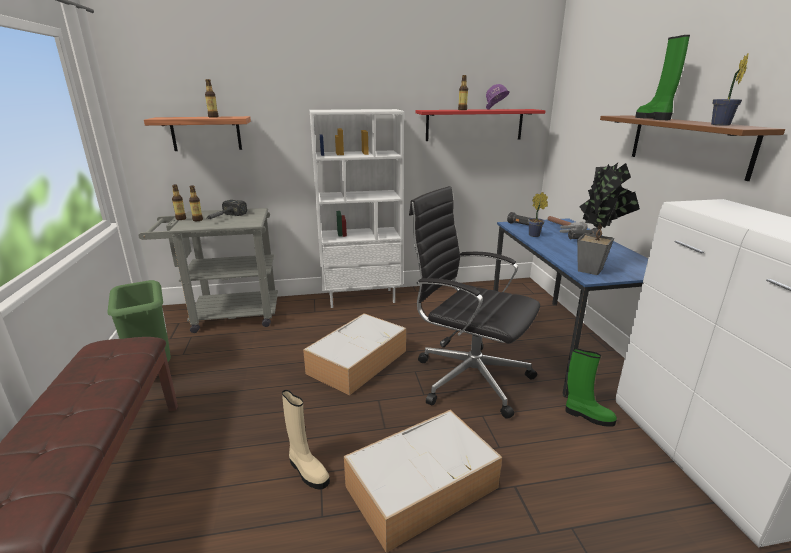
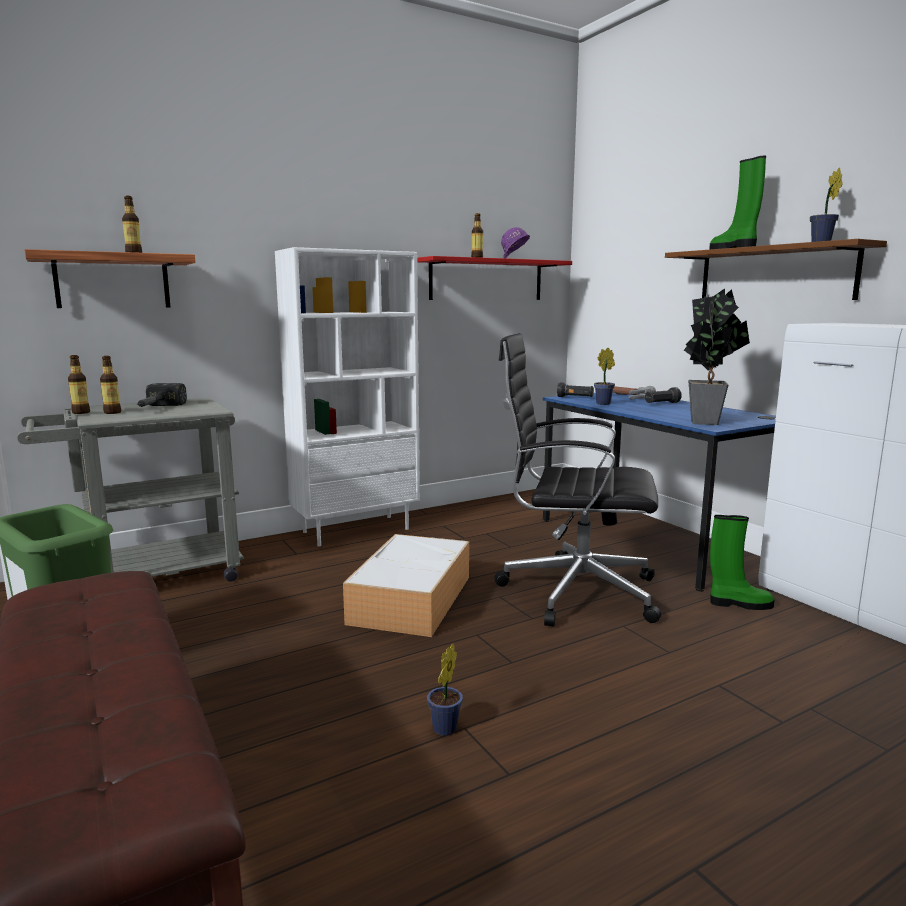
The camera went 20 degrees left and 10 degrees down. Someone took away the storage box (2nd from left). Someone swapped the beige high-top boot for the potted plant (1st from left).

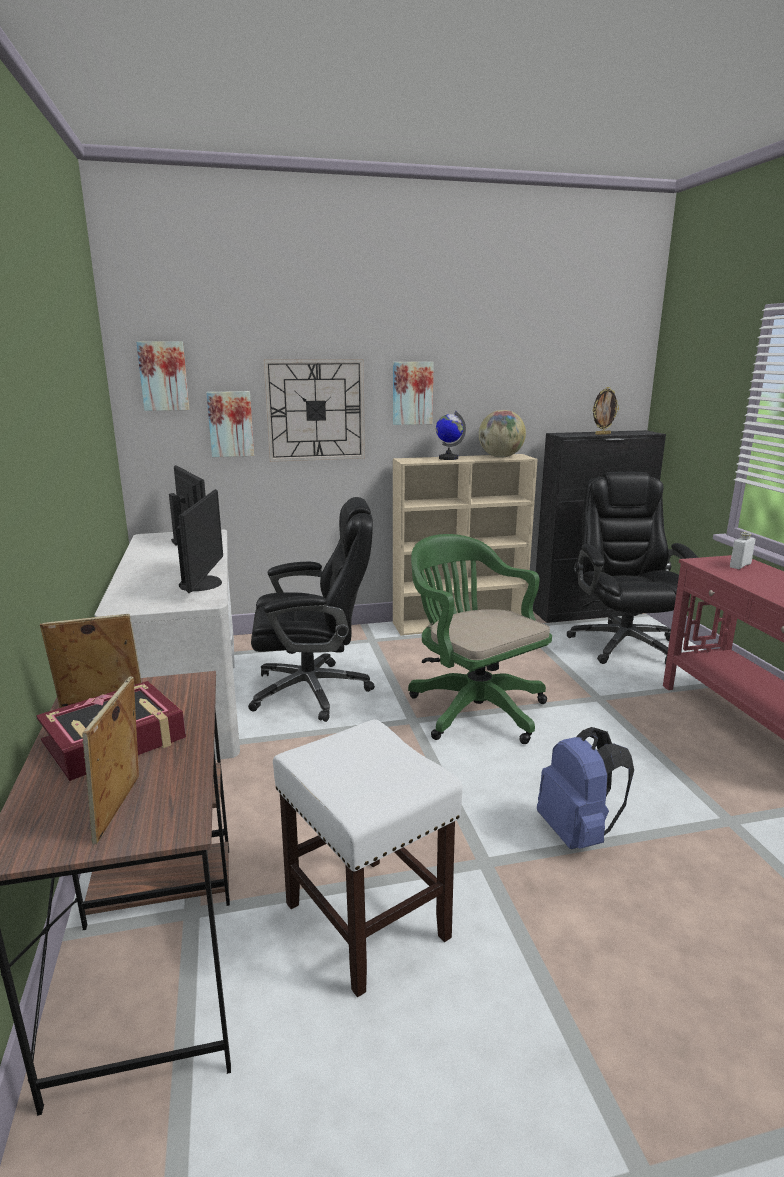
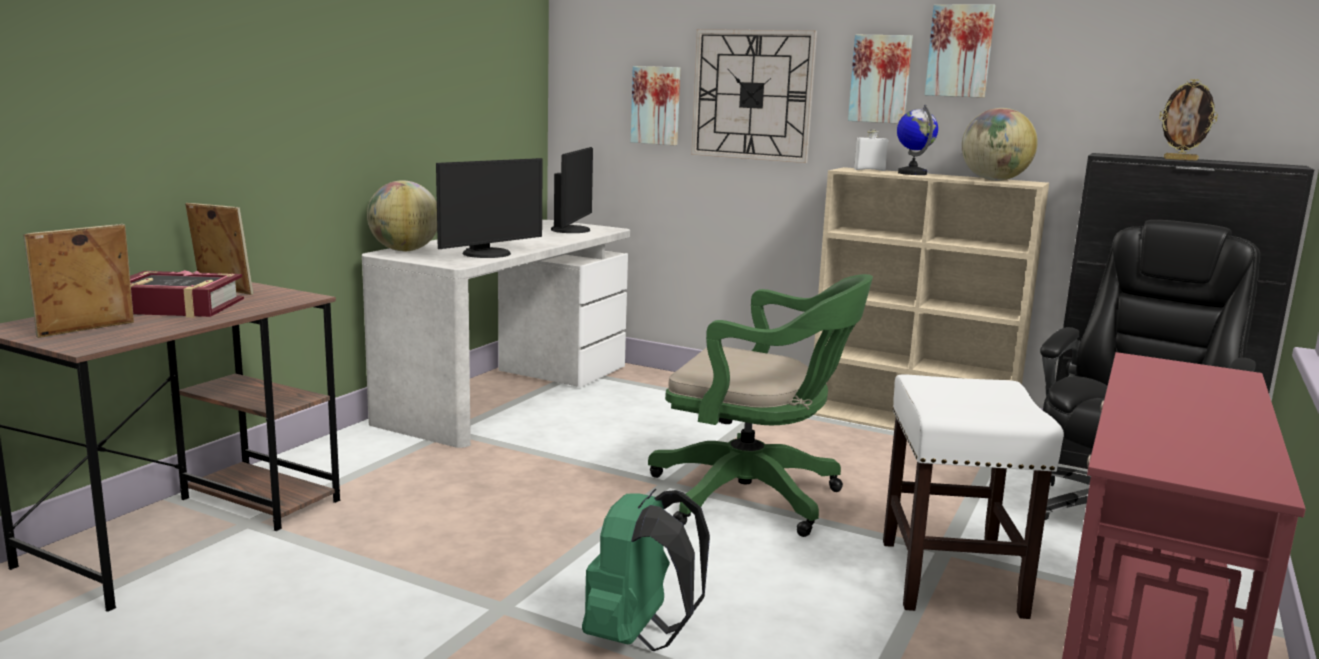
The camera went 40 degrees right and 5 degrees down. Someone took away the black desk chair (1st from left). Someone put down the world globe (1st from left). Someone carried the wall picture (1st from left in the first image). Someone carried the whitish sitting stool. Someone carried the whitish bottle. Someone repainted the blue-coloured knapsack, which became the greenish knapsack. Someone rotated the greenish desk chair by 105 degrees clockwise.

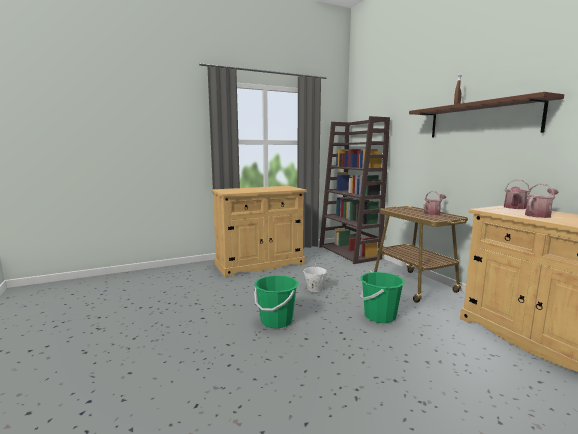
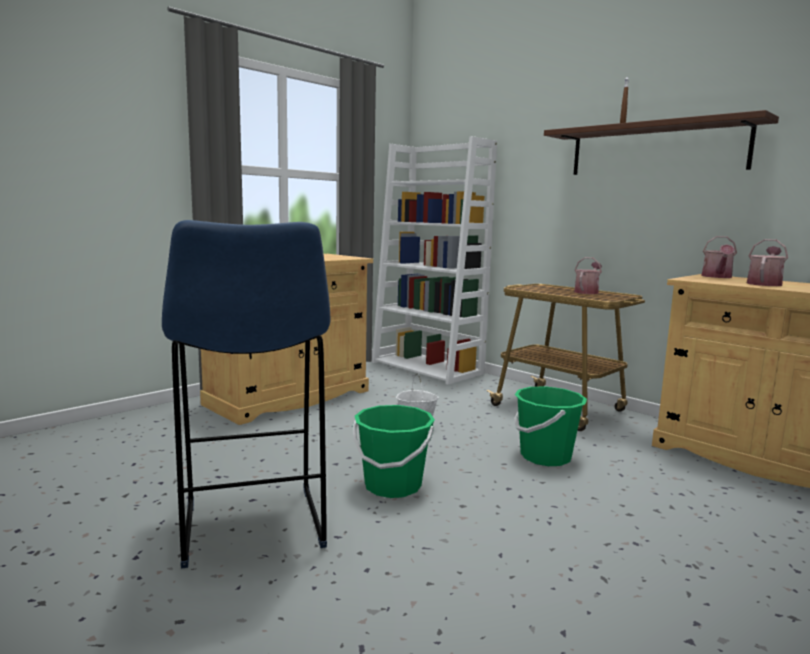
The camera went 20 degrees left and 0 degrees up. Someone put down the blue-coloured sitting stool. Someone repainted the brown-coloured bookcase, which became the whitish bookcase.

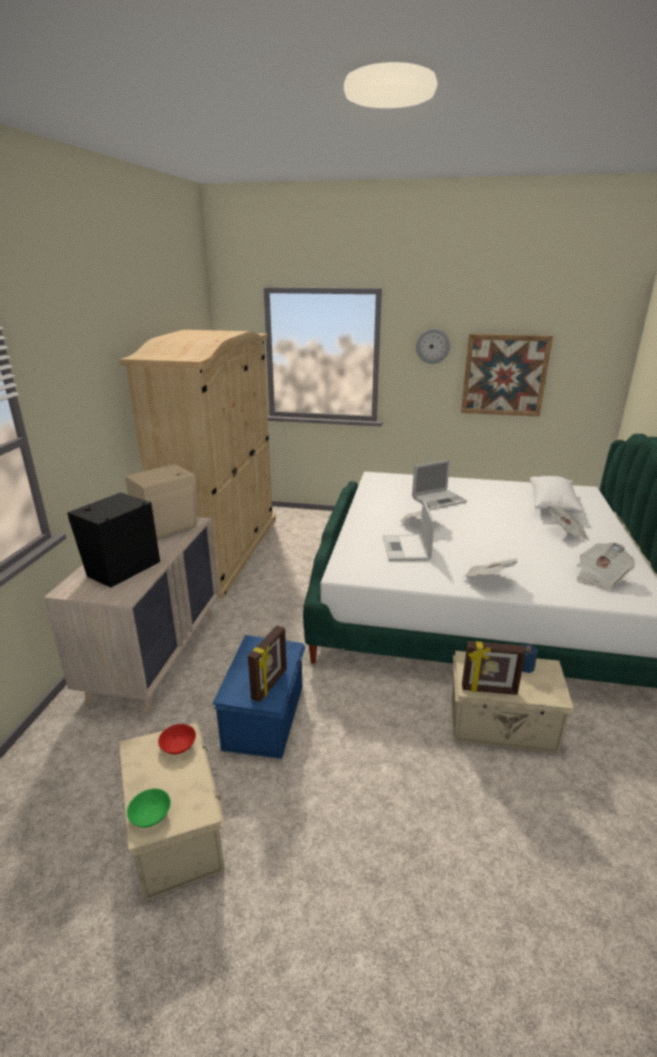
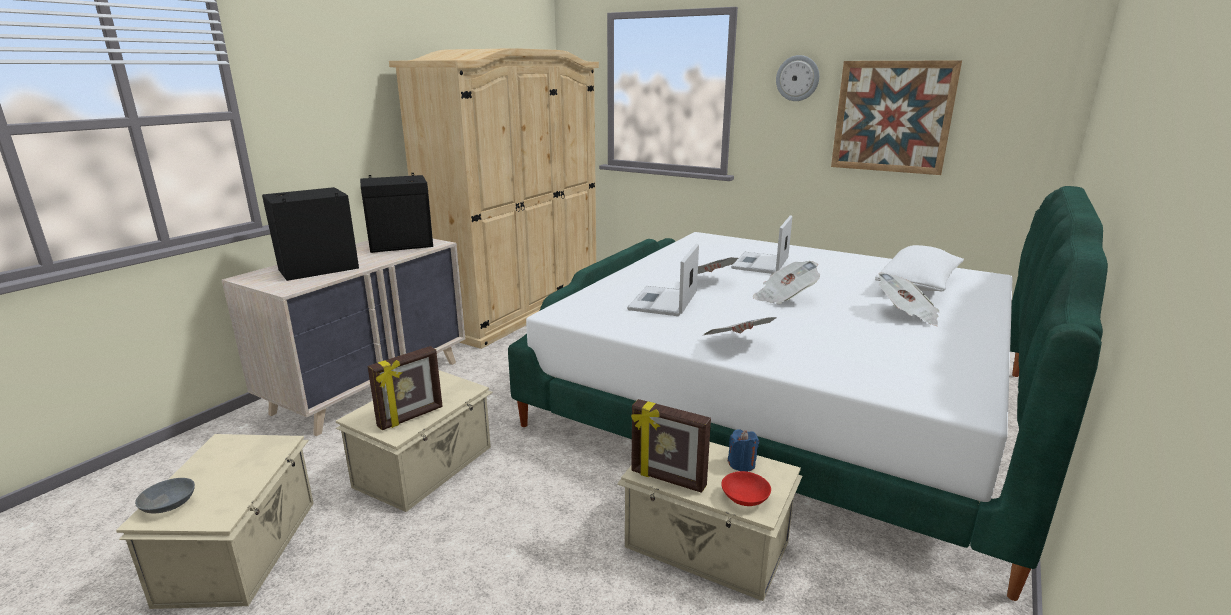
The camera went 20 degrees right and 5 degrees down. Someone carried the red serving bowl. Someone carried the newspaper (4th from left in the first image). Someone repainted the beige loudspeaker, which became the black loudspeaker (2nd from left). Someone repainted the greenish serving bowl, which became the grey serving bowl. Someone repainted the blue-coloured storage box, which became the beige storage box (2nd from left). Someone rotated the notebook computer (2nd from left) by 120 degrees clockwise.

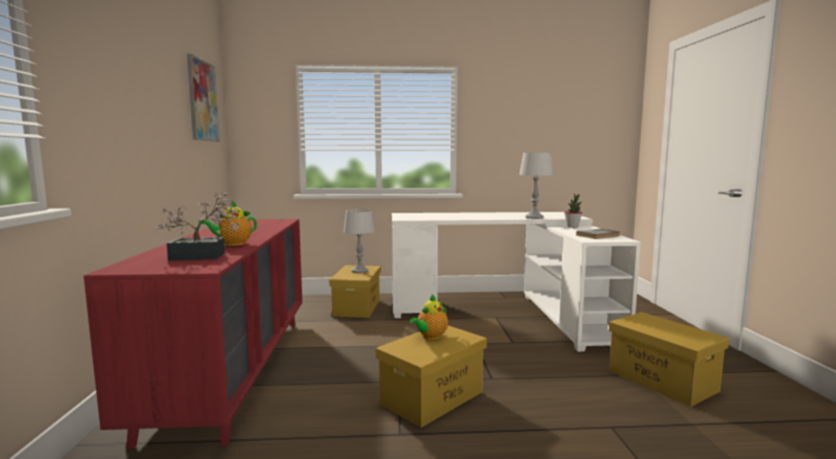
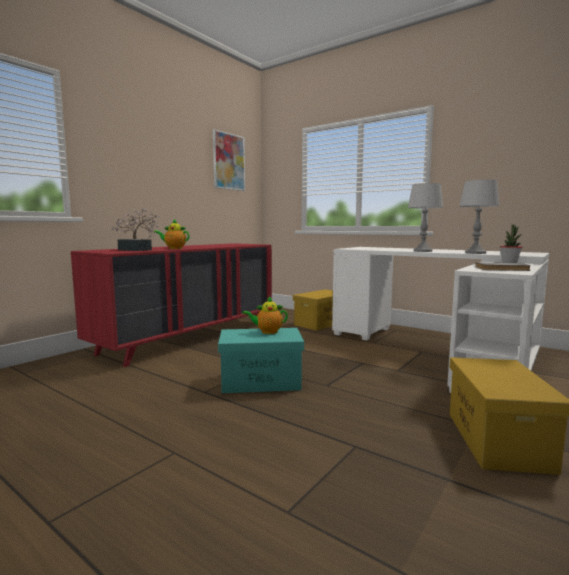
The camera went 40 degrees right and 0 degrees up. Someone carried the grey table lamp (1st from left). Someone repainted the yellow storage box (2nd from left), which became the blue-green storage box.

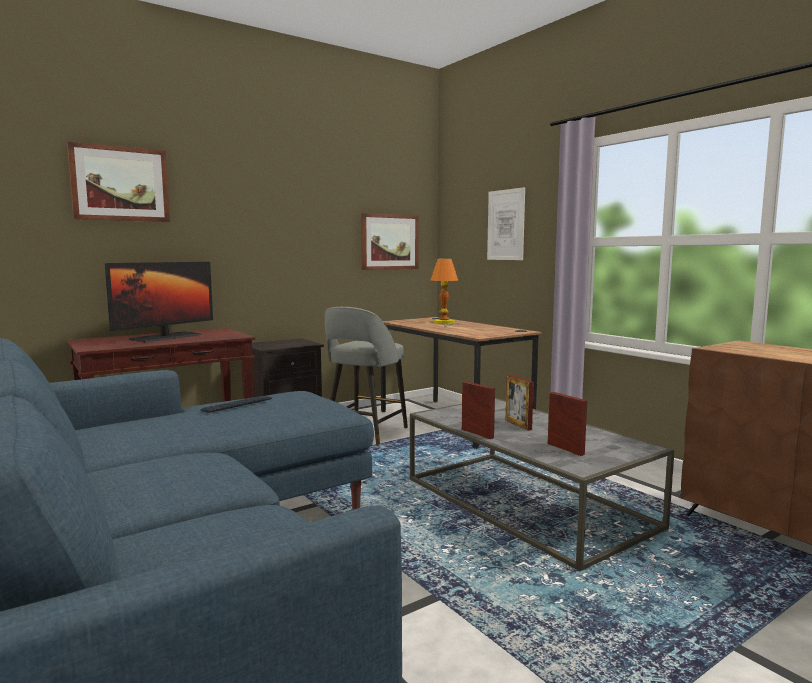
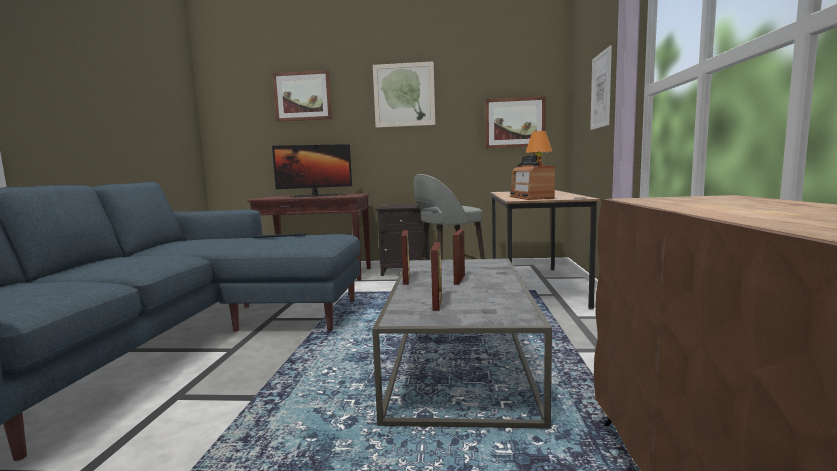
The camera went 40 degrees right and 0 degrees up. Someone put up the wall picture (2nd from left). Someone put down the radio set.

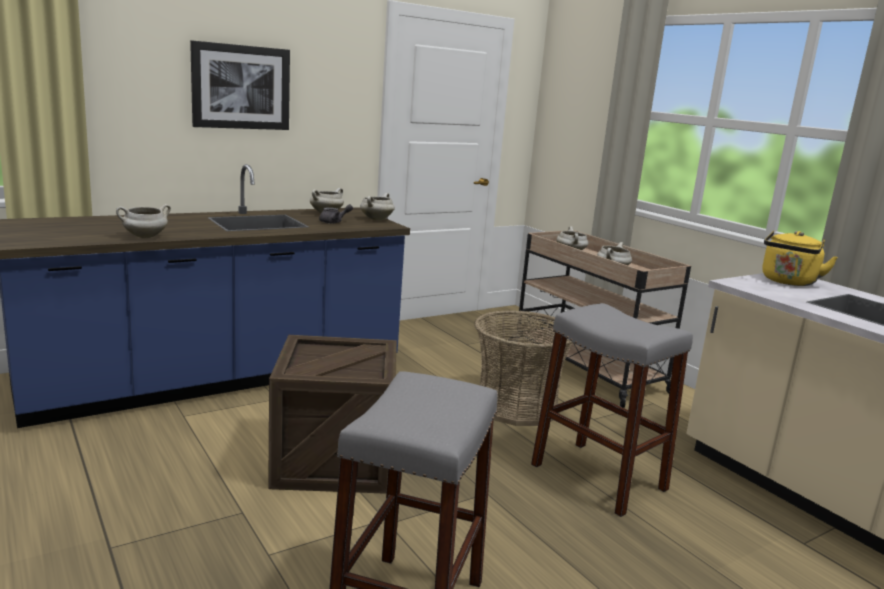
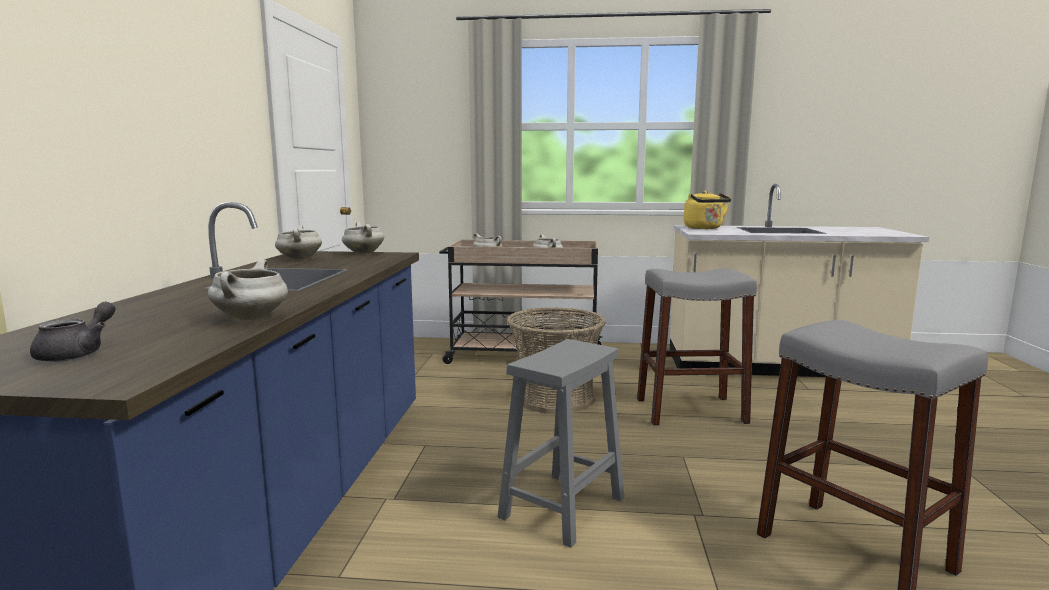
The camera went 50 degrees left and 5 degrees down. Someone took away the wall picture. Someone carried the grey teapot. Someone swapped the packing crate for the grey sitting stool (1st from left).

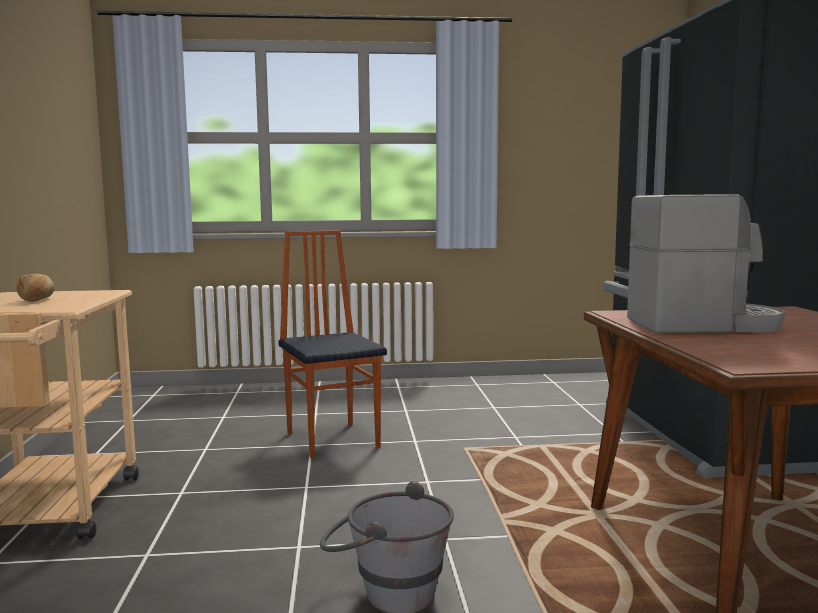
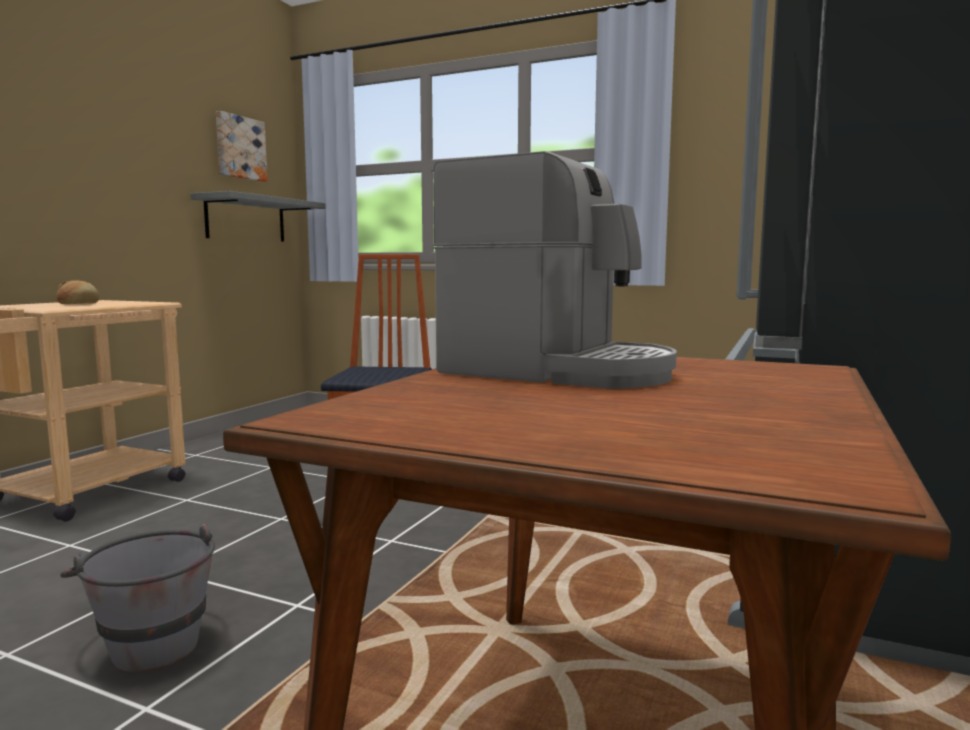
The camera went 30 degrees right and 0 degrees up. Someone put up the grey shelf. Someone put up the wall picture.

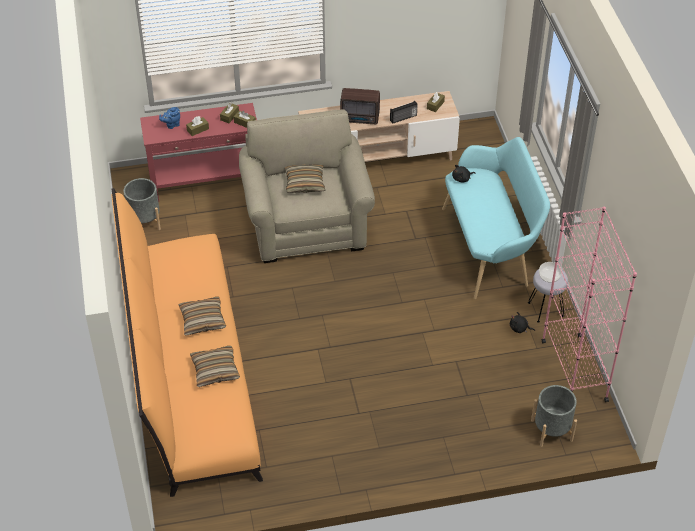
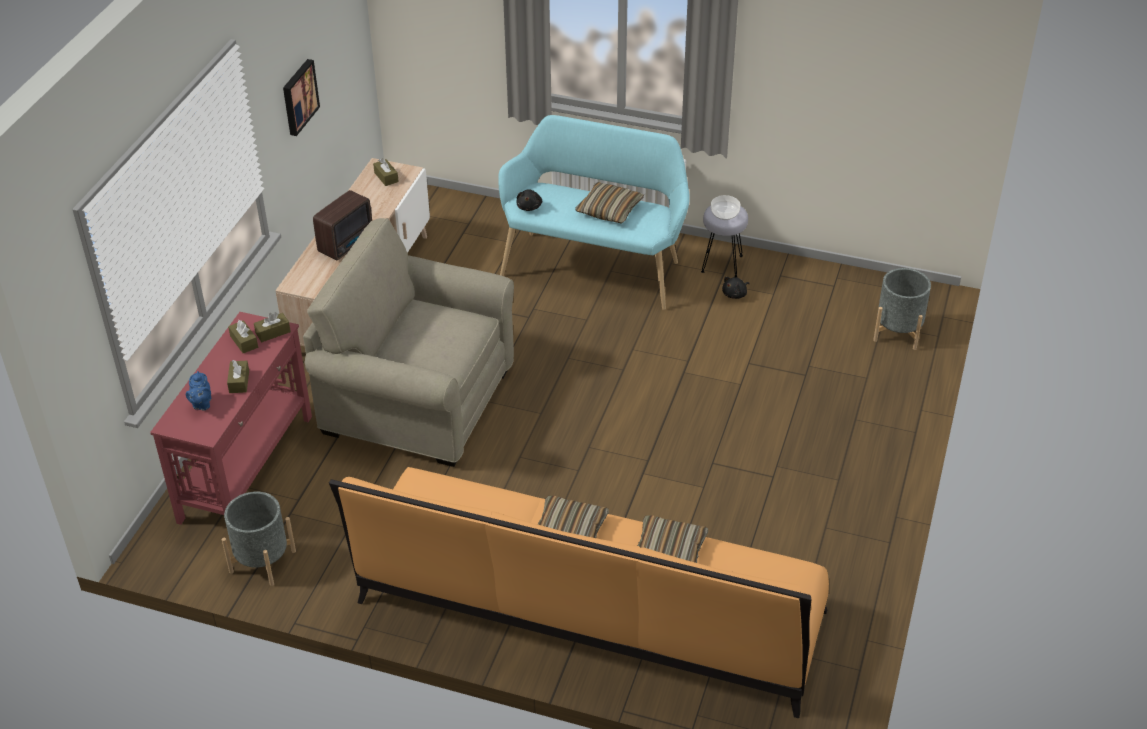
The camera went 60 degrees left and 5 degrees down. Someone took away the radio set (2nd from left). Someone took away the pink-coloured bookcase. Someone put up the wall picture. Someone carried the throw pillow (3rd from left in the first image).

